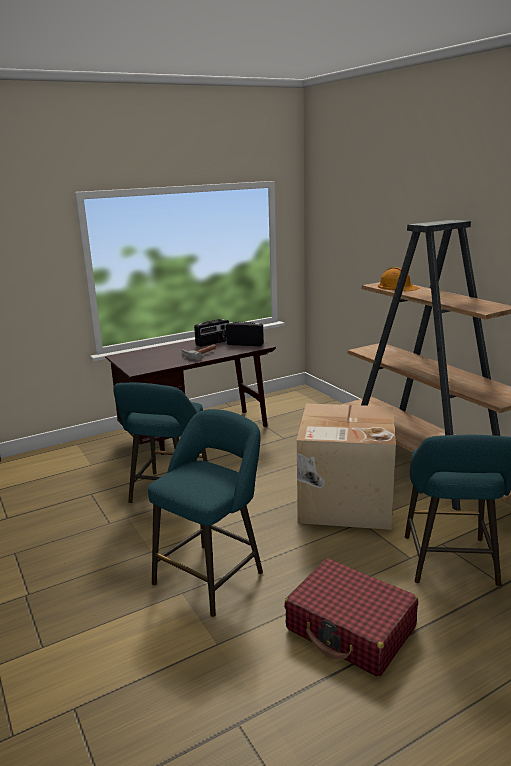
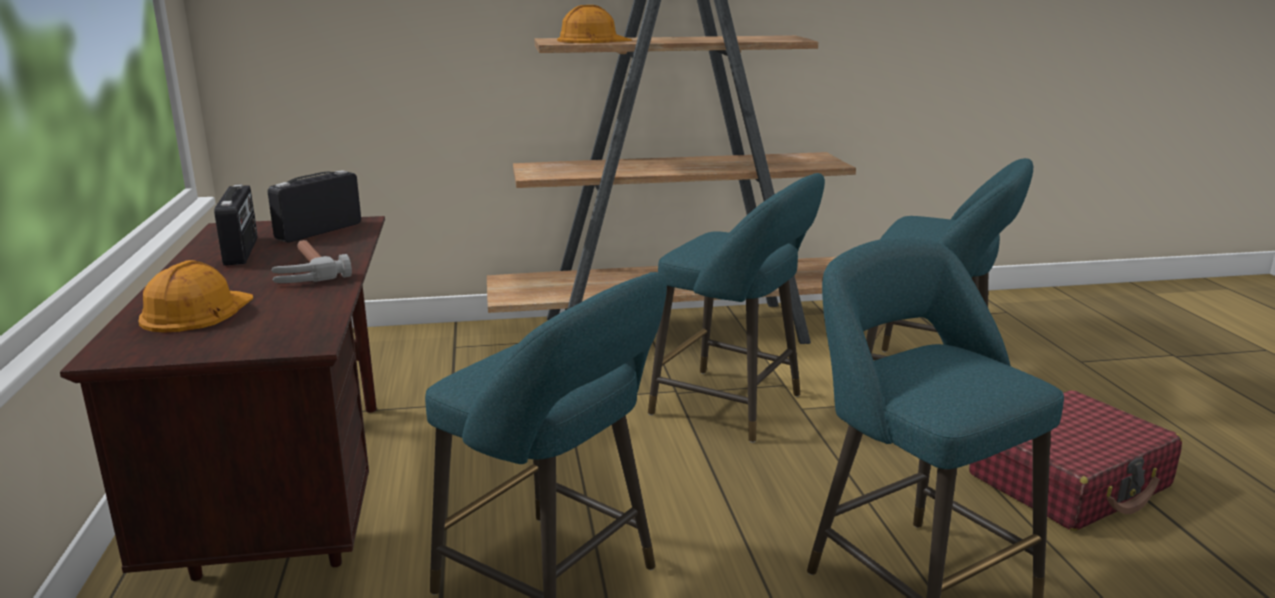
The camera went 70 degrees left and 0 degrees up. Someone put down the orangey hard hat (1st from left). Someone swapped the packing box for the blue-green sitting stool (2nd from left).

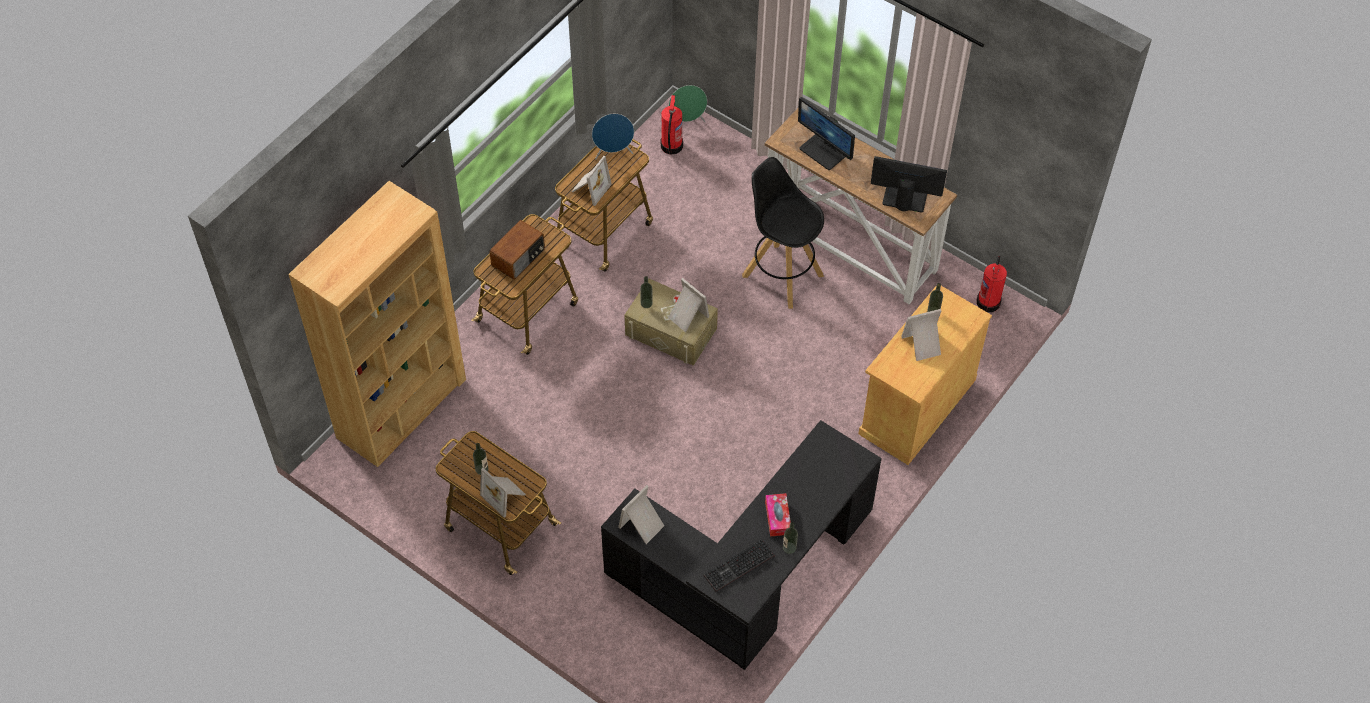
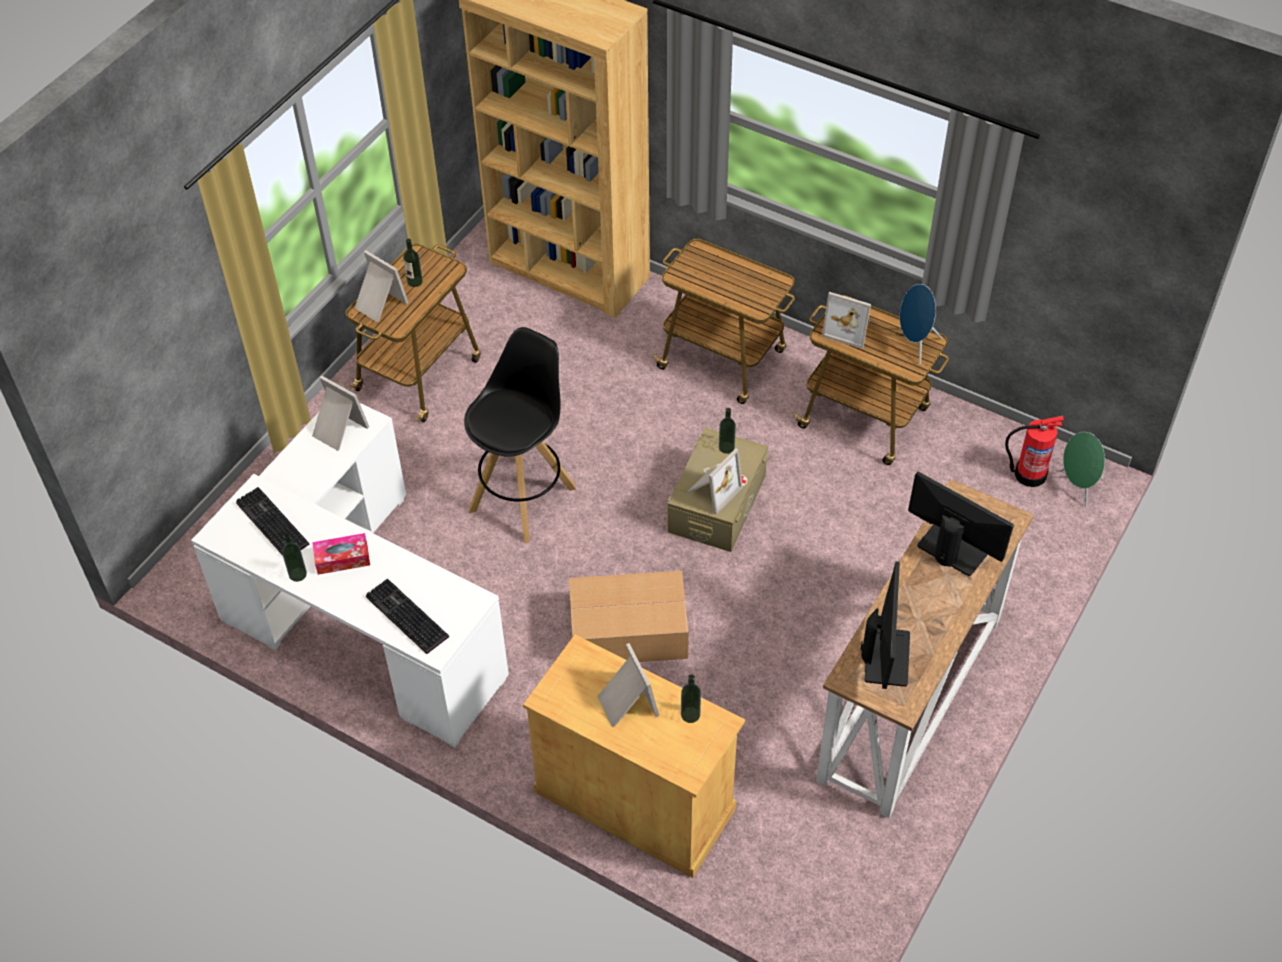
The camera went 85 degrees right and 5 degrees down. Someone took away the radio set. Someone took away the fire extinguisher (2nd from left). Someone put down the computer keyboard (2nd from left). Someone put down the packing box. Someone carried the black sitting stool. Someone repainted the black desk, which became the whitish desk. Someone rotated the standing frame (1st from left in the first image) by 90 degrees clockwise. Someone rotated the computer screen (1st from left in the first image) by 90 degrees clockwise.

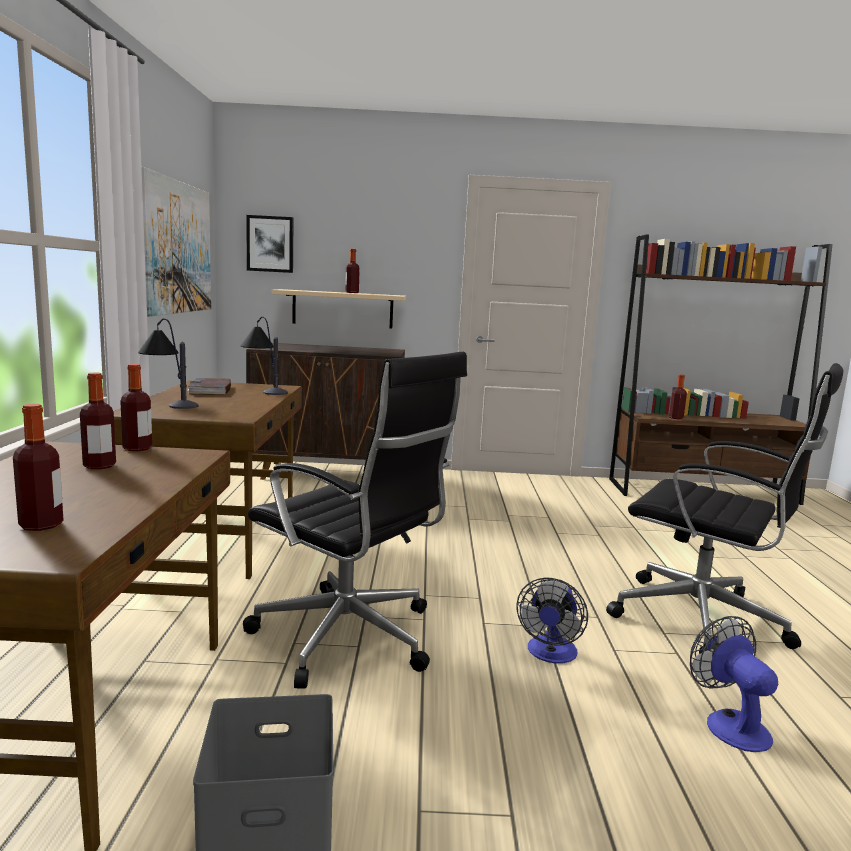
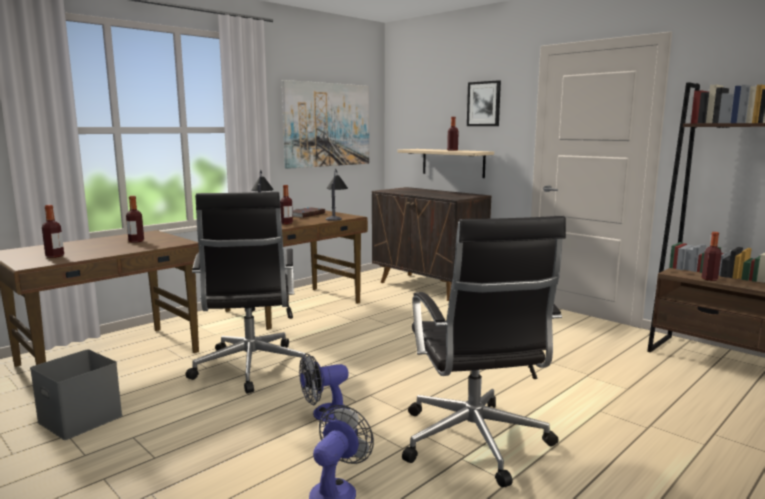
The camera went 45 degrees right and 0 degrees up. Someone carried the bottle (3rd from left). Someone carried the wall picture (2nd from left).

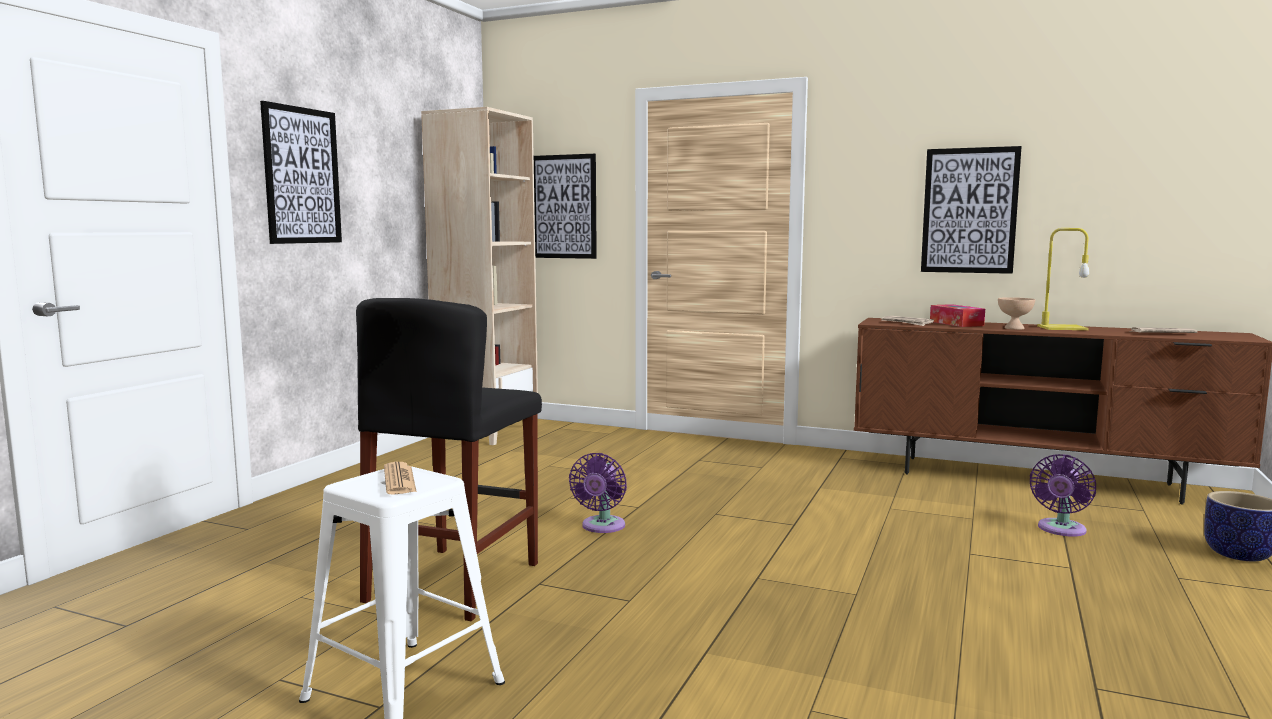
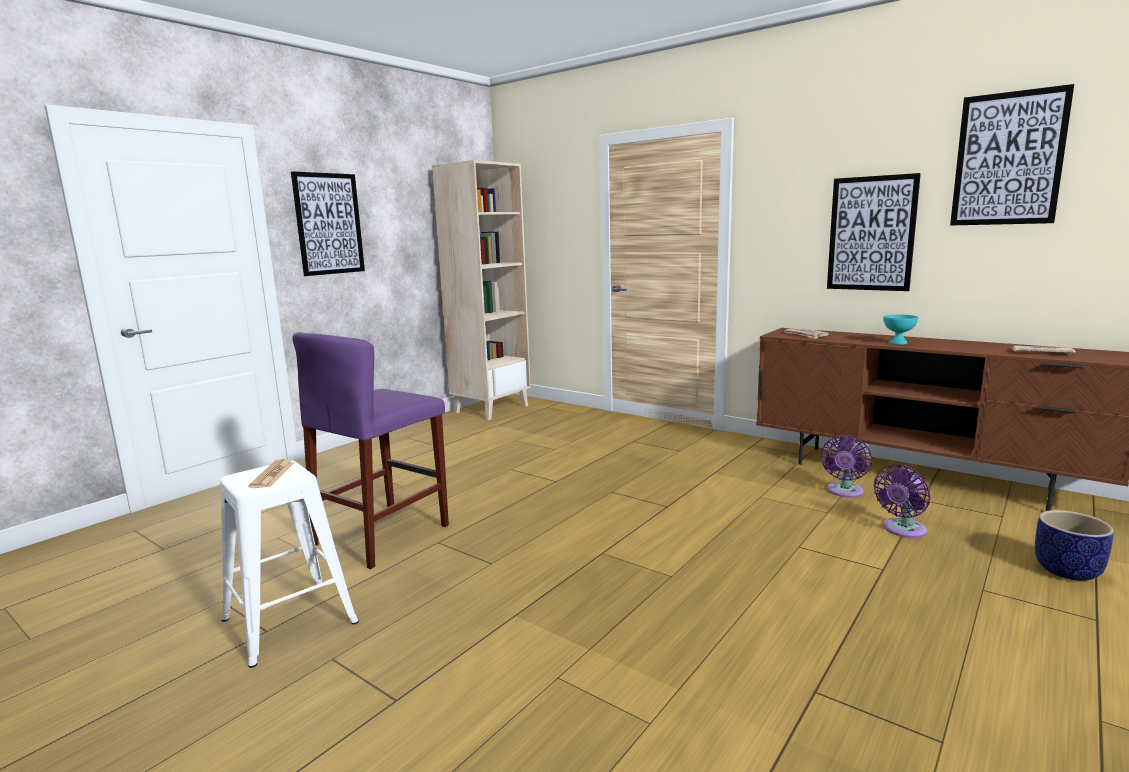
The camera went 15 degrees right and 5 degrees up. Someone took away the tissue box. Someone took away the yellow table lamp. Someone carried the wall picture (2nd from left in the first image). Someone carried the purplish fan (1st from left). Someone repainted the black sitting stool, which became the purplish sitting stool. Someone repainted the beige serving bowl, which became the blue-green serving bowl.

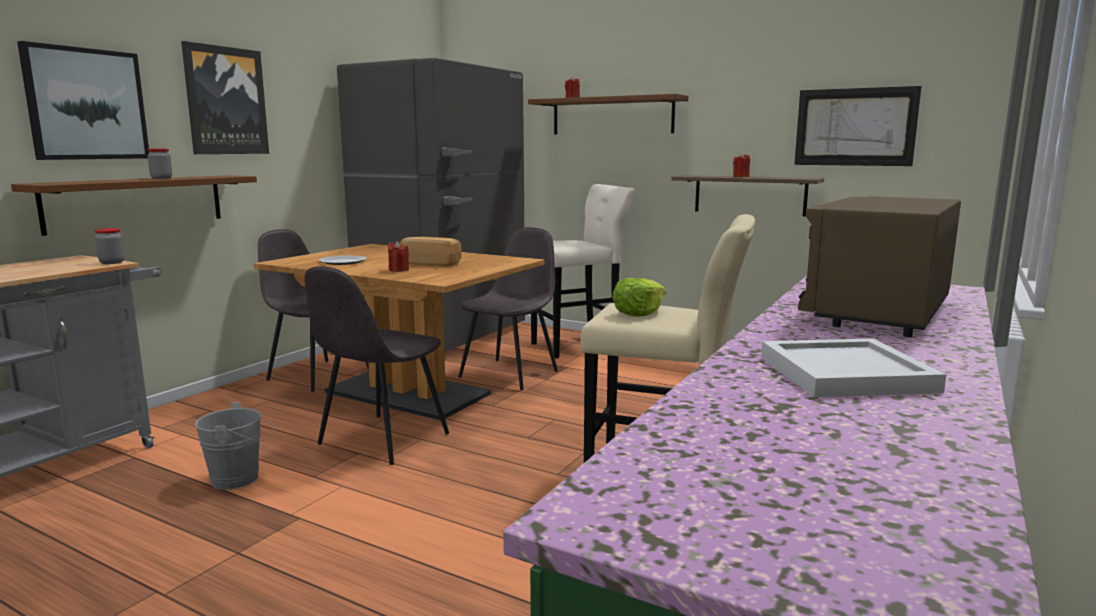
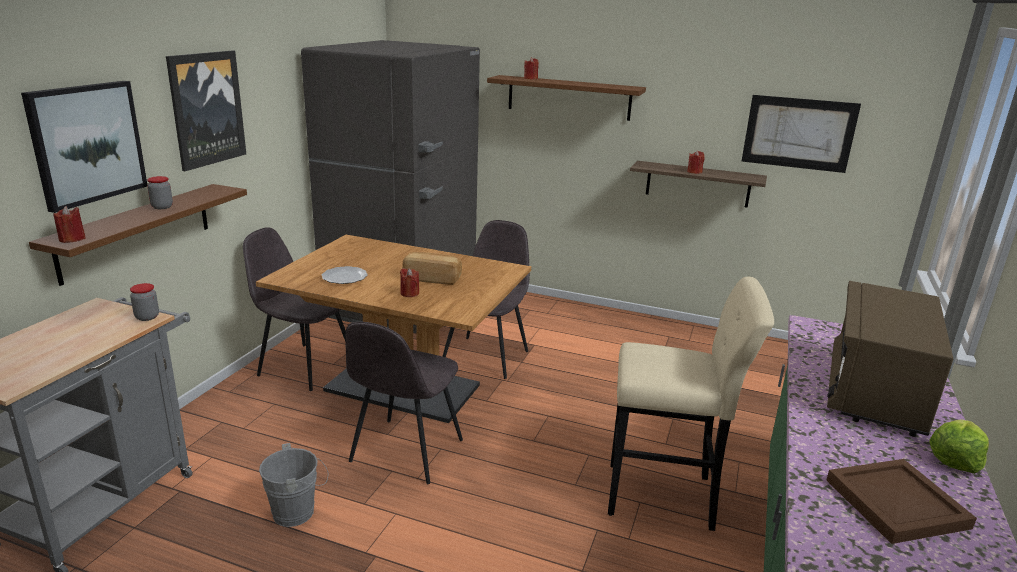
The camera went 10 degrees left and 10 degrees up. Someone took away the beige sitting stool (1st from left). Someone put down the red candle (1st from left). Someone carried the lettuce head. Someone repainted the whitish tray, which became the brown-coloured tray.

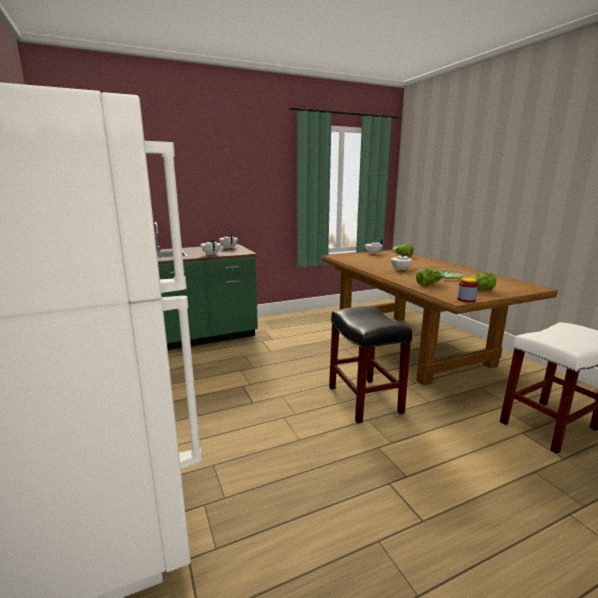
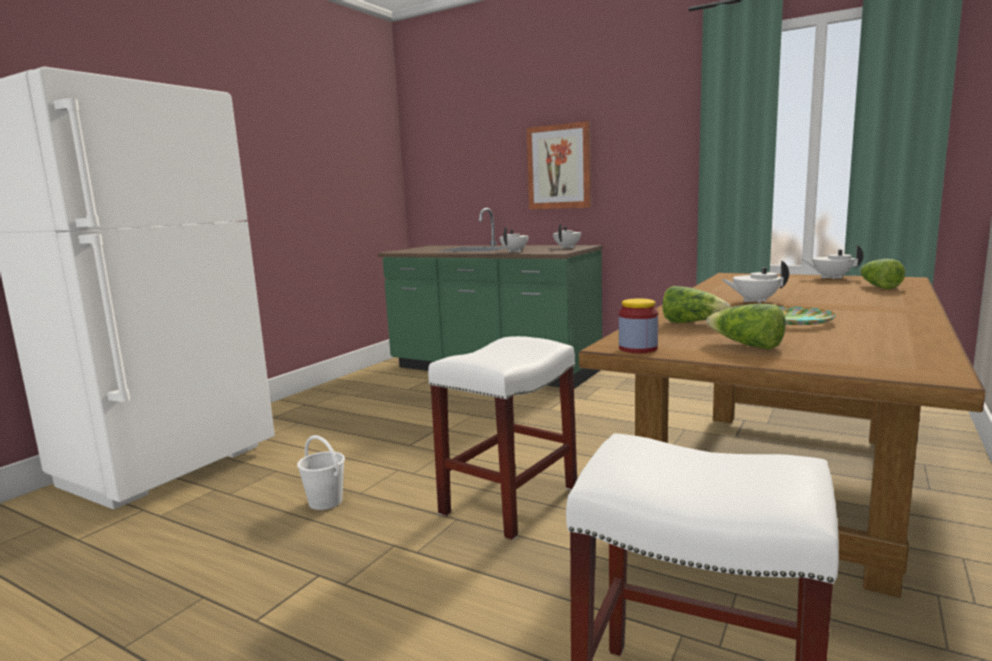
The camera went 55 degrees right and 5 degrees down. Someone put down the whitish bucket. Someone put up the wall picture. Someone repainted the black sitting stool, which became the whitish sitting stool (1st from left).

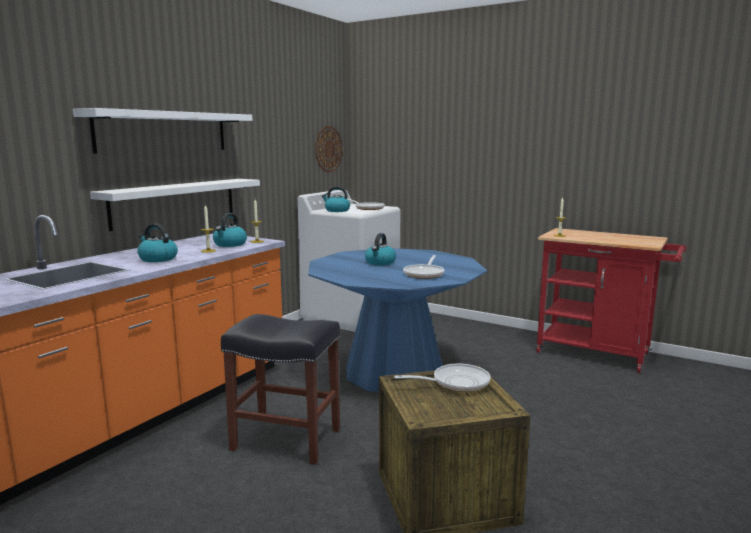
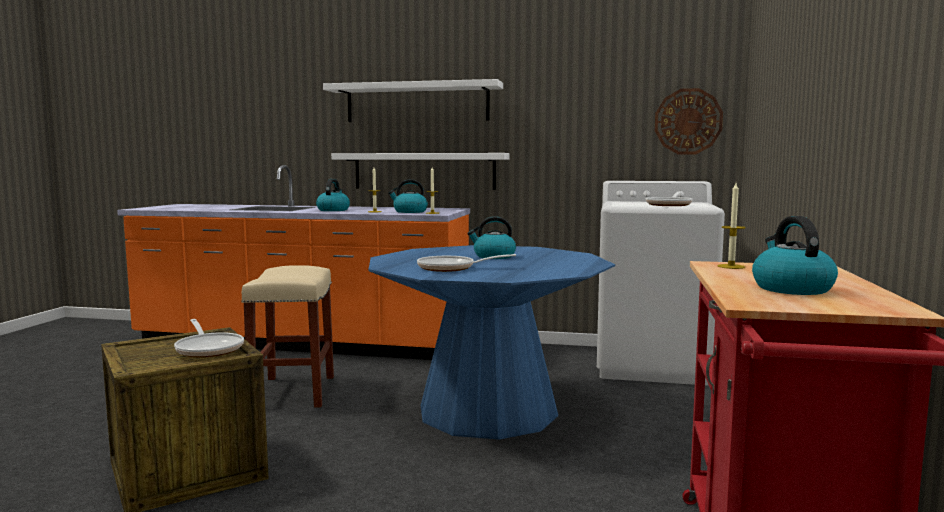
The camera went 70 degrees right and 5 degrees down. Someone carried the water kettle (3rd from left in the first image). Someone repainted the black sitting stool, which became the beige sitting stool.

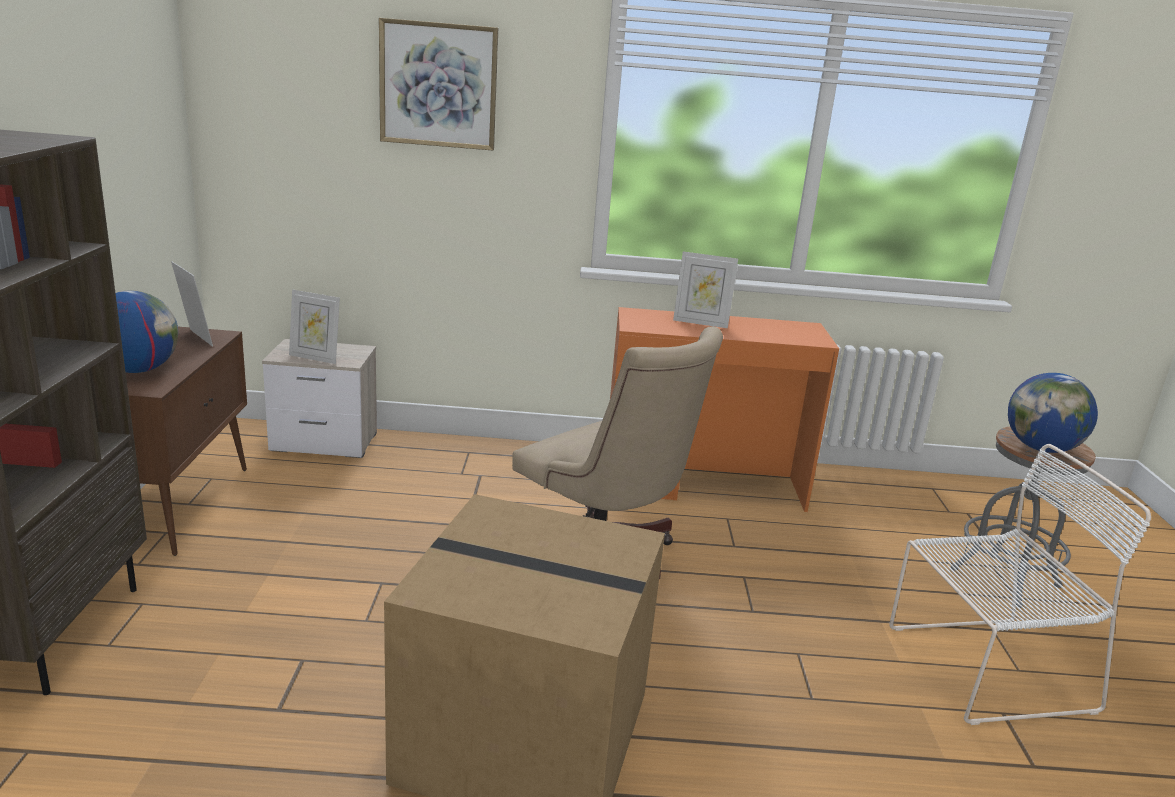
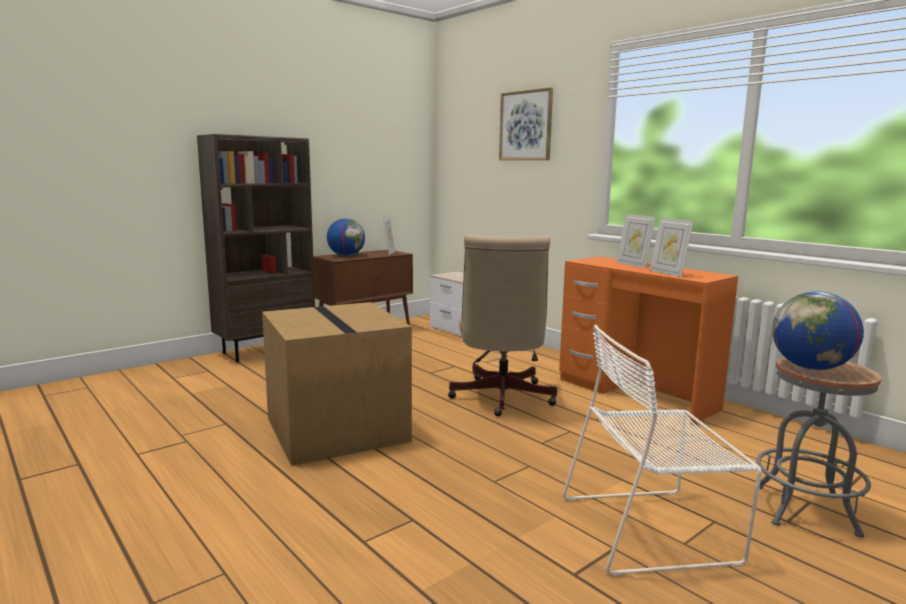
The camera went 50 degrees right and 10 degrees down. Someone carried the standing frame (2nd from left in the first image). Someone rotated the whitish chair by 135 degrees clockwise.

